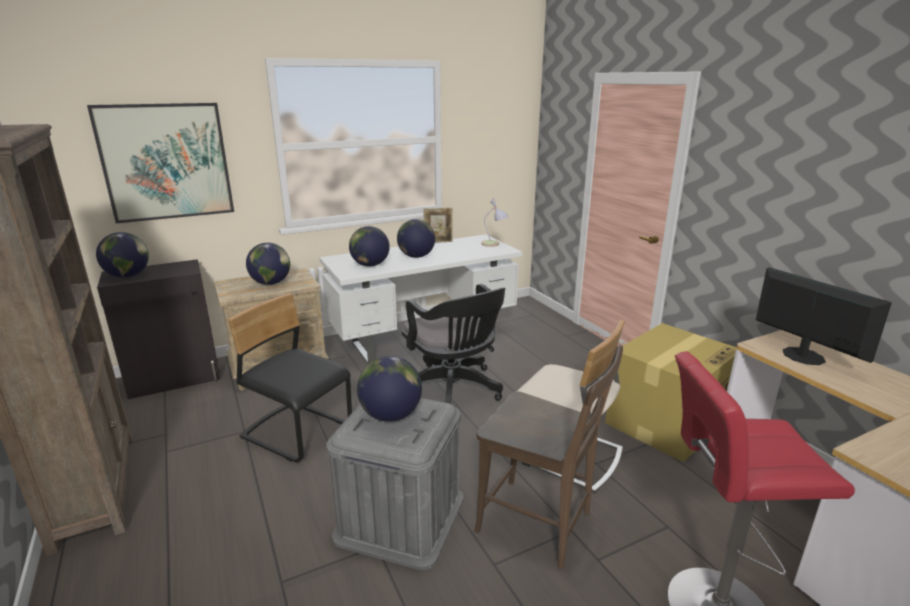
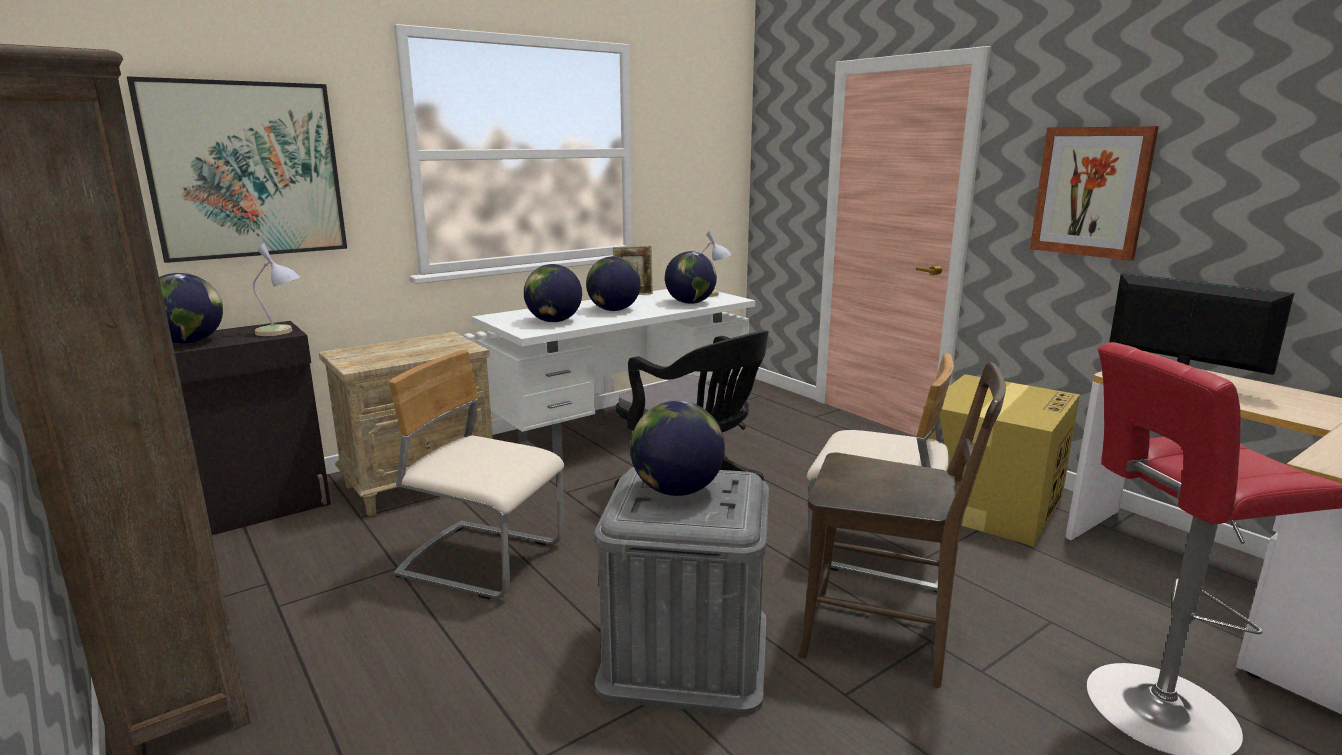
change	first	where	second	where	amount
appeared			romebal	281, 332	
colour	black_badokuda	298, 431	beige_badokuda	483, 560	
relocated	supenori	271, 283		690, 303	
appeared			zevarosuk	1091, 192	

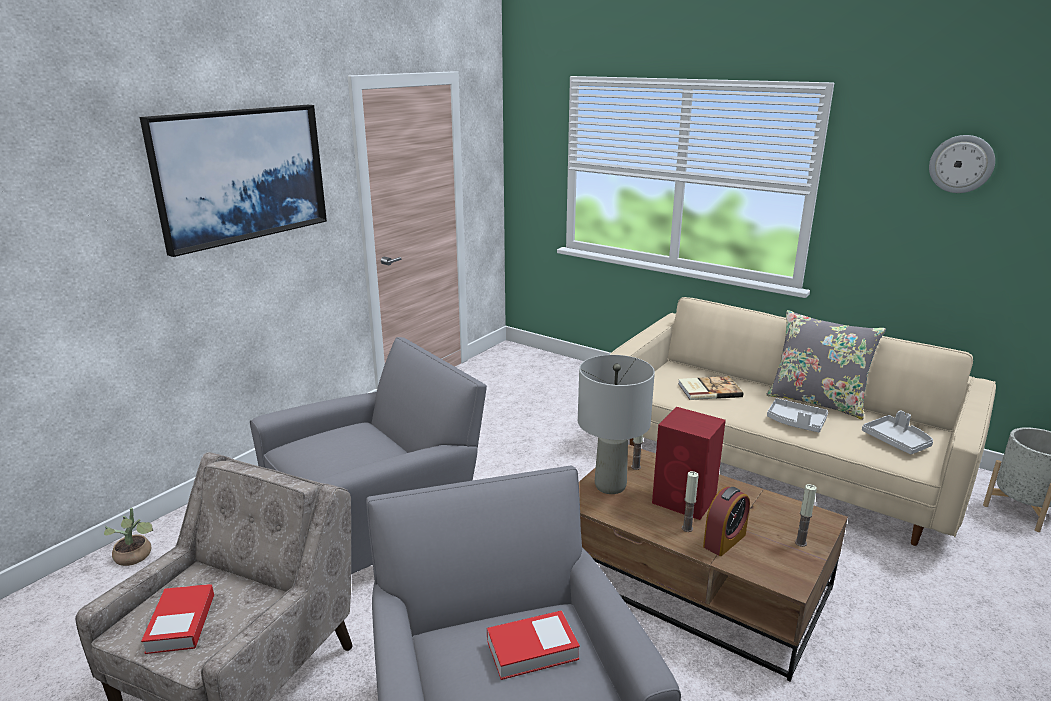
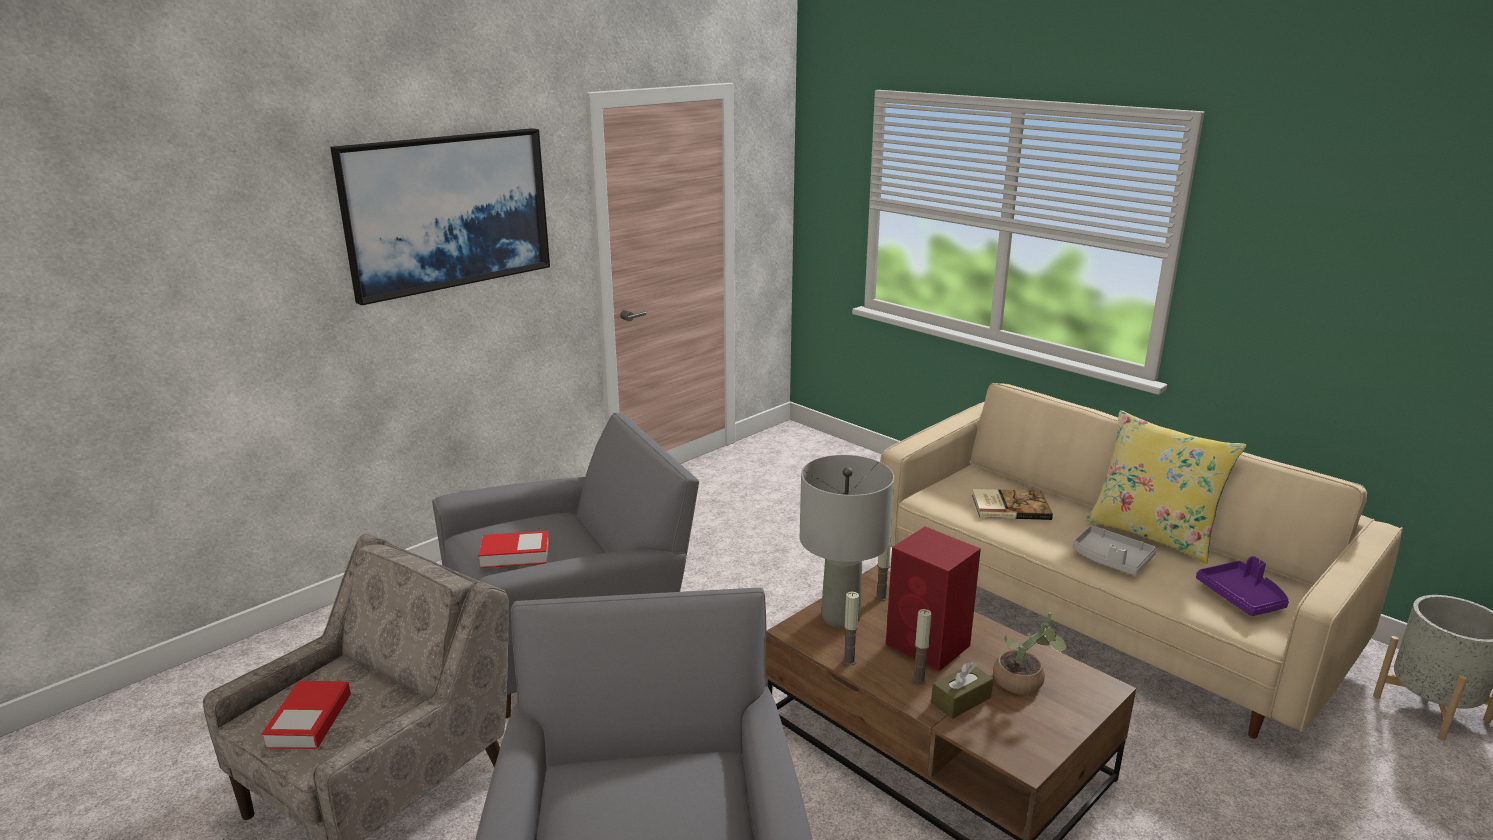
change	first	where	second	where	amount
relocated	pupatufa	532, 650		515, 555	
relocated	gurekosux	800, 543		849, 661	
exchanged	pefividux	724, 540	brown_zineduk	961, 700	
relocated	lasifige	136, 558		1024, 684	
colour	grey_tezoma	817, 401	yellow_tezoma	1152, 534	
colour	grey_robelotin	897, 441	purple_robelotin	1242, 597	
missing	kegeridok	961, 164			

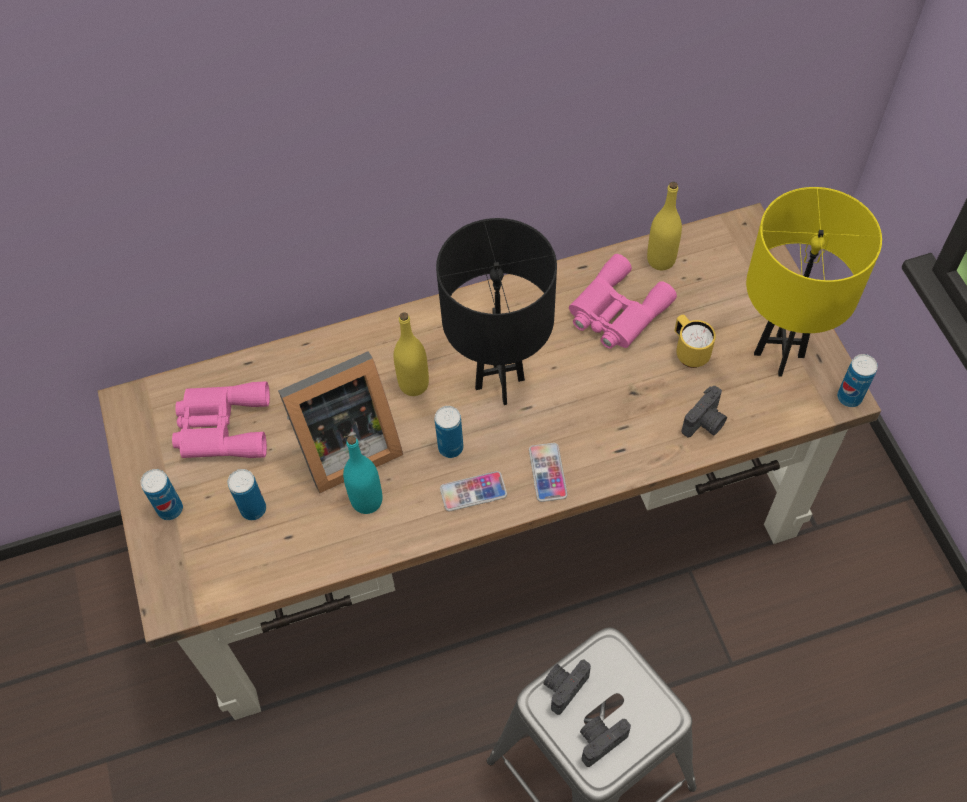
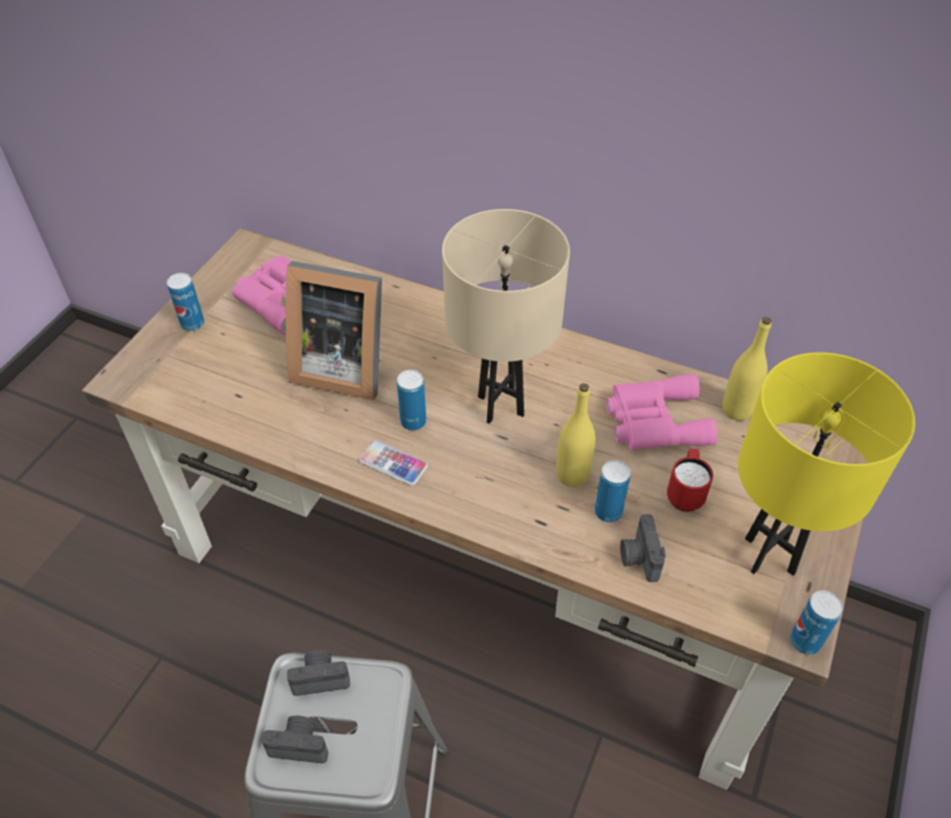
change	first	where	second	where	amount
colour	black_romebal	500, 384	beige_romebal	501, 406	
relocated	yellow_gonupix	414, 384		572, 475	
relocated	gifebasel	253, 509		608, 512	
spun	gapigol	705, 423		638, 558	90 degrees clockwise
colour	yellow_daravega	689, 352	red_daravega	685, 493	
missing	turquoise_gonupix	367, 501			
missing	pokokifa	547, 472			

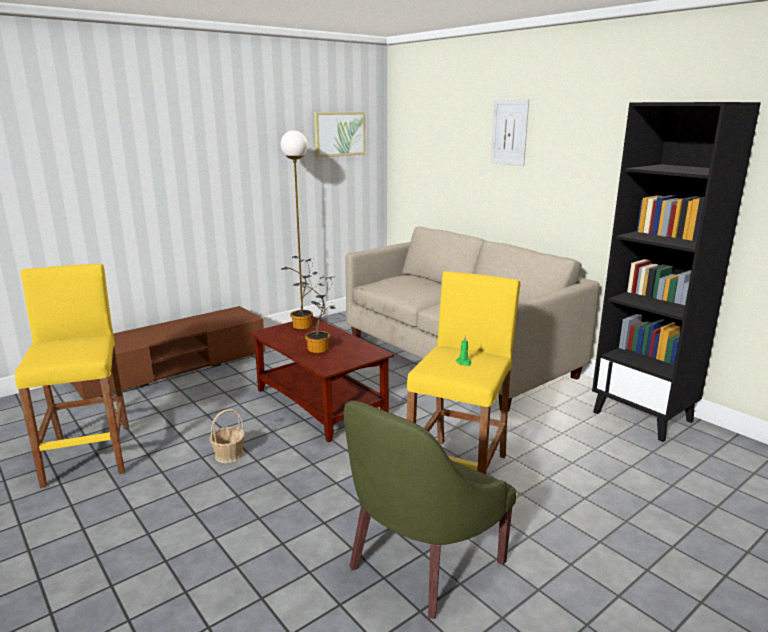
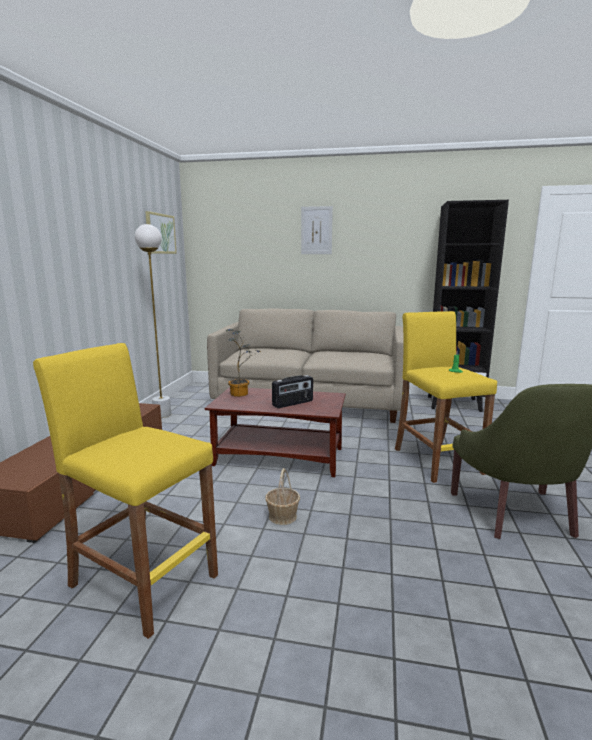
change	first	where	second	where	amount
exchanged	lasifige	319, 350	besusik	293, 403	

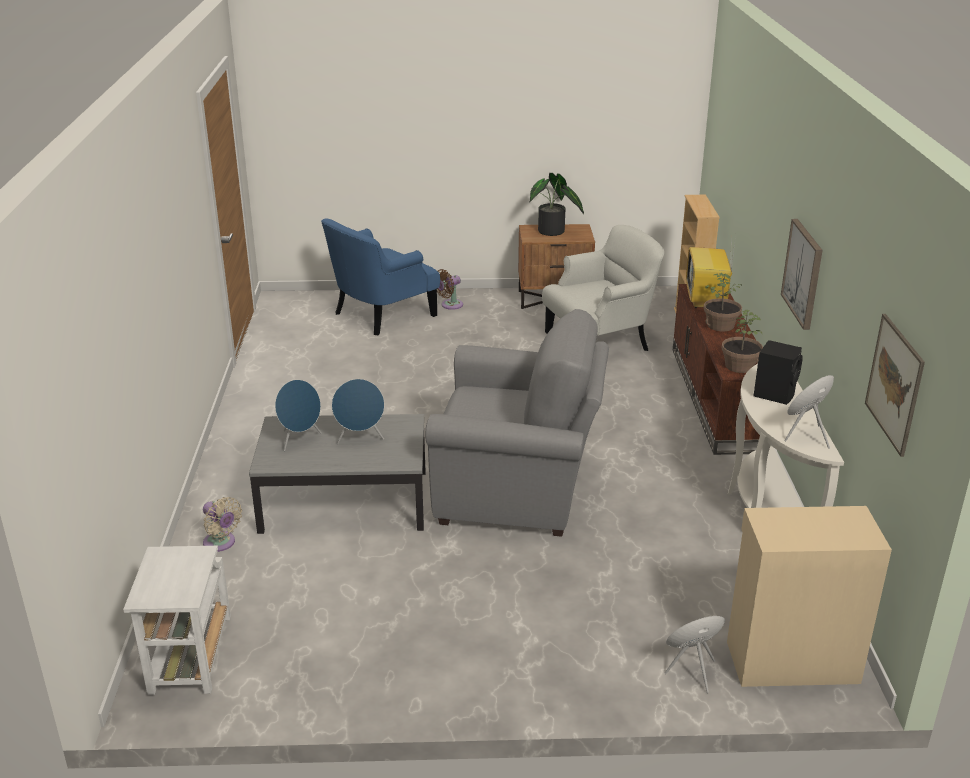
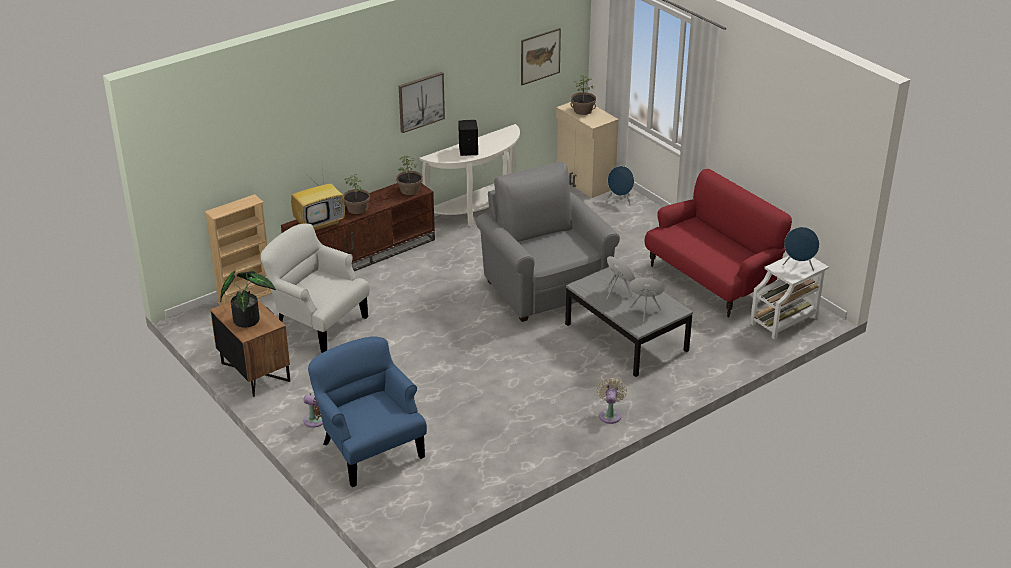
change	first	where	second	where	amount
spun	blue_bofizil	381, 314		369, 449	135 degrees counterclockwise
appeared			lasifige	582, 110	
relocated	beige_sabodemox	221, 543		610, 415	
appeared			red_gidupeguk	711, 280	
relocated	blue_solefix	806, 436		799, 266	

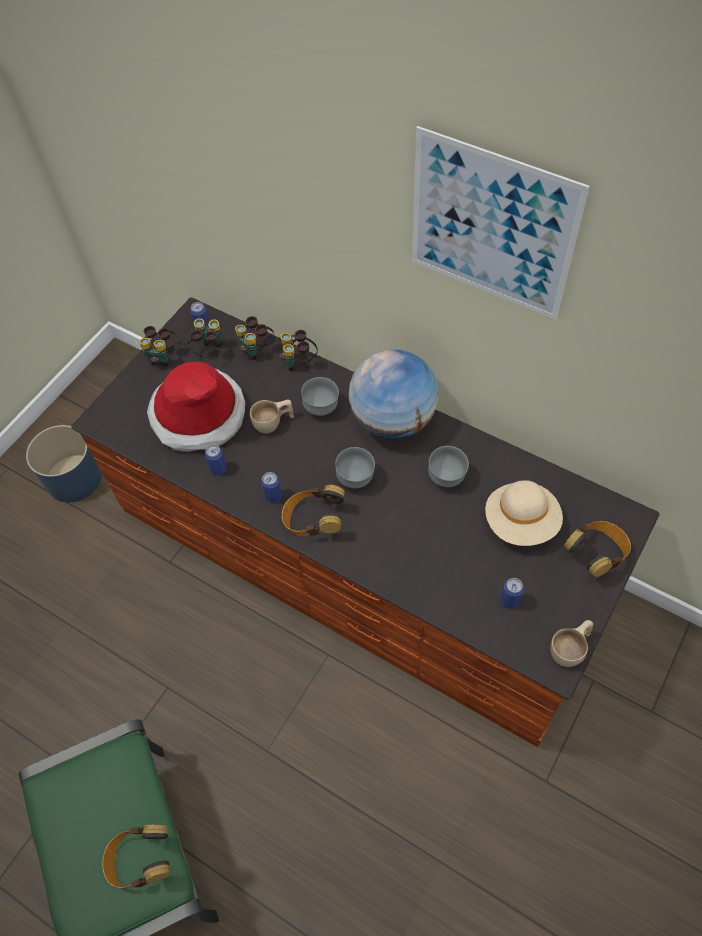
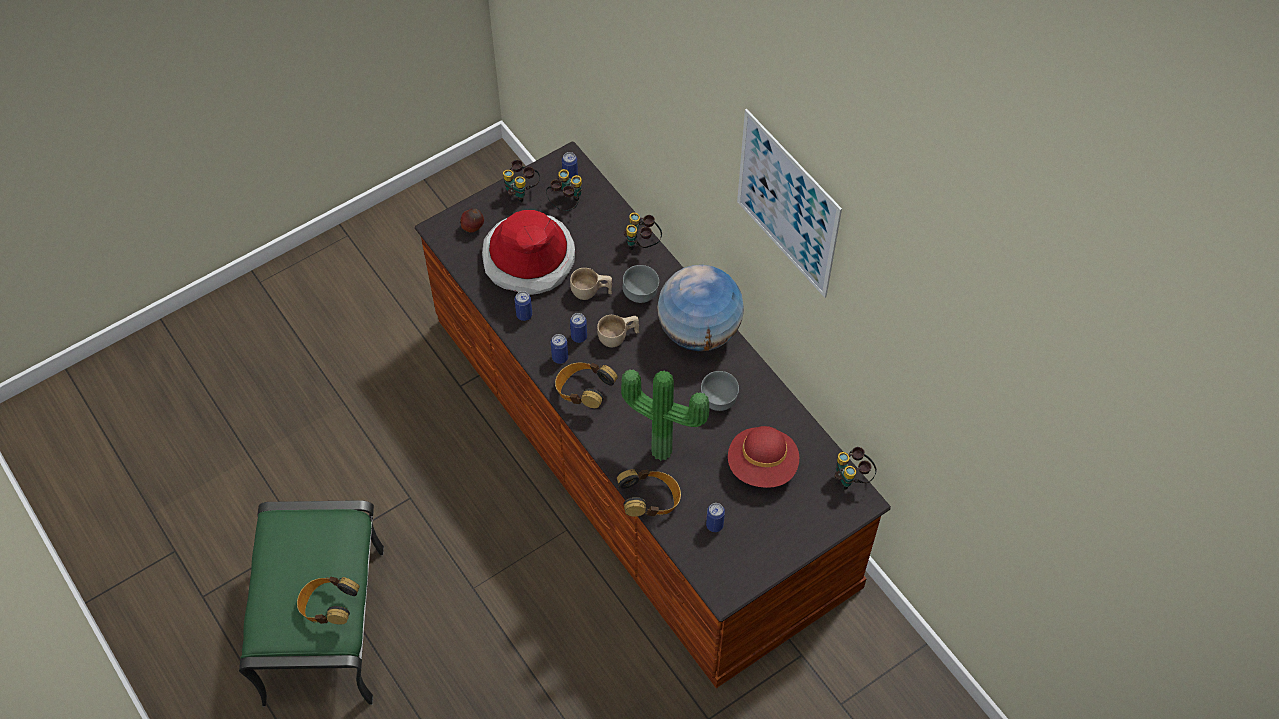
change	first	where	second	where	amount
appeared			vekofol	473, 228	
appeared			gifebasel	579, 337	
relocated	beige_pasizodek	571, 649		618, 337	
relocated	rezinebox	596, 554		650, 501	
appeared			lasifige	663, 448	
colour	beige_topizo	521, 522	red_topizo	762, 465	
relocated	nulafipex	257, 349		852, 478	
missing	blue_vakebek	73, 479			
missing	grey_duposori	355, 479			

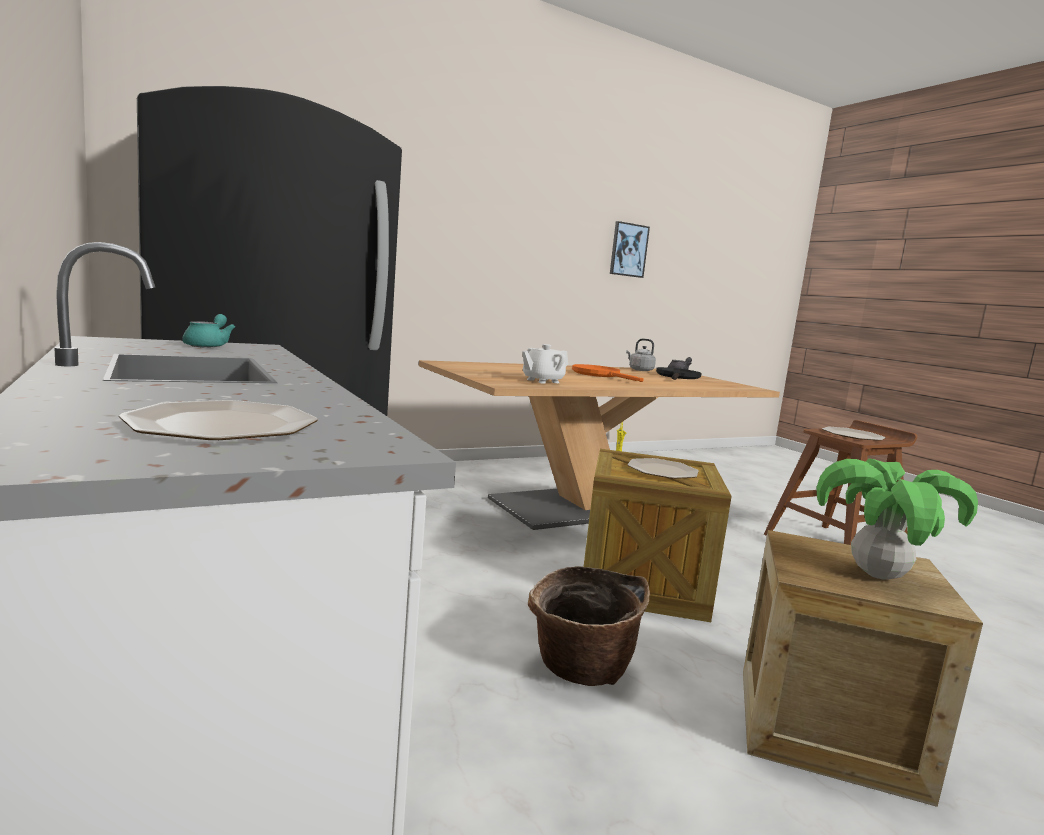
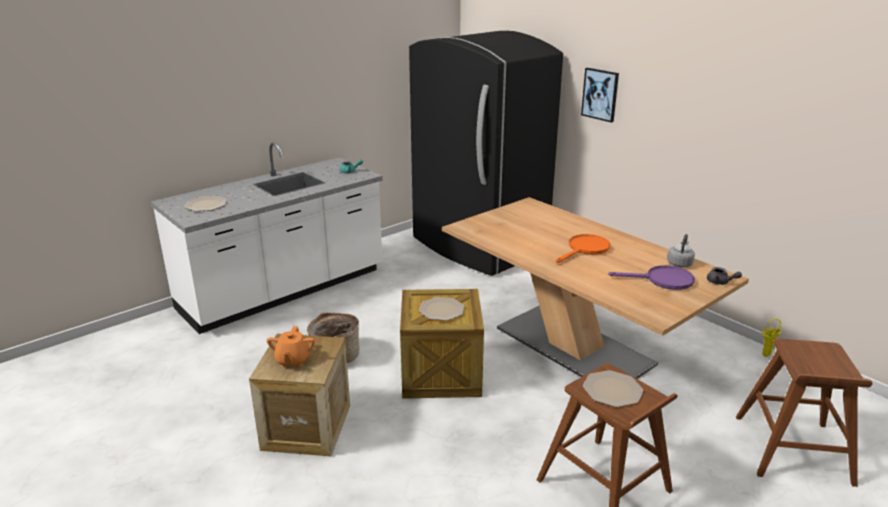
change	first	where	second	where	amount
exchanged	lasifige	878, 575	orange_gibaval	292, 360	
relocated	zevarosuk	628, 250		600, 94	
colour	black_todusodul	677, 377	purple_todusodul	662, 280	
appeared			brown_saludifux	792, 450	
missing	white_gibaval	542, 381			

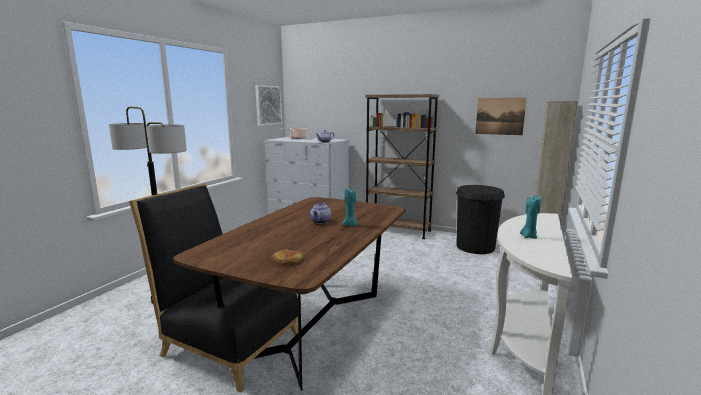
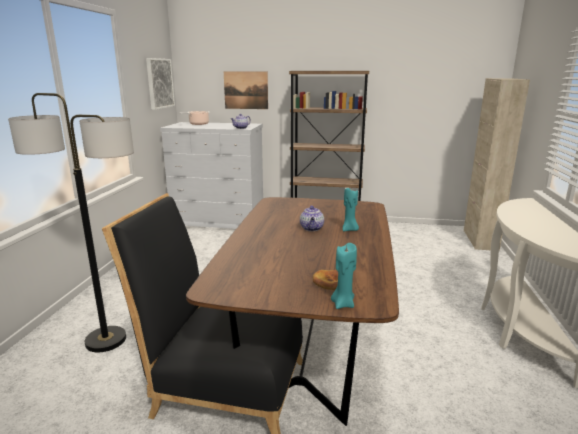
change	first	where	second	where	amount
relocated	zevarosuk	500, 116		246, 90	
relocated	turquoise_gurekosux	528, 236		343, 304	
missing	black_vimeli	475, 247			

